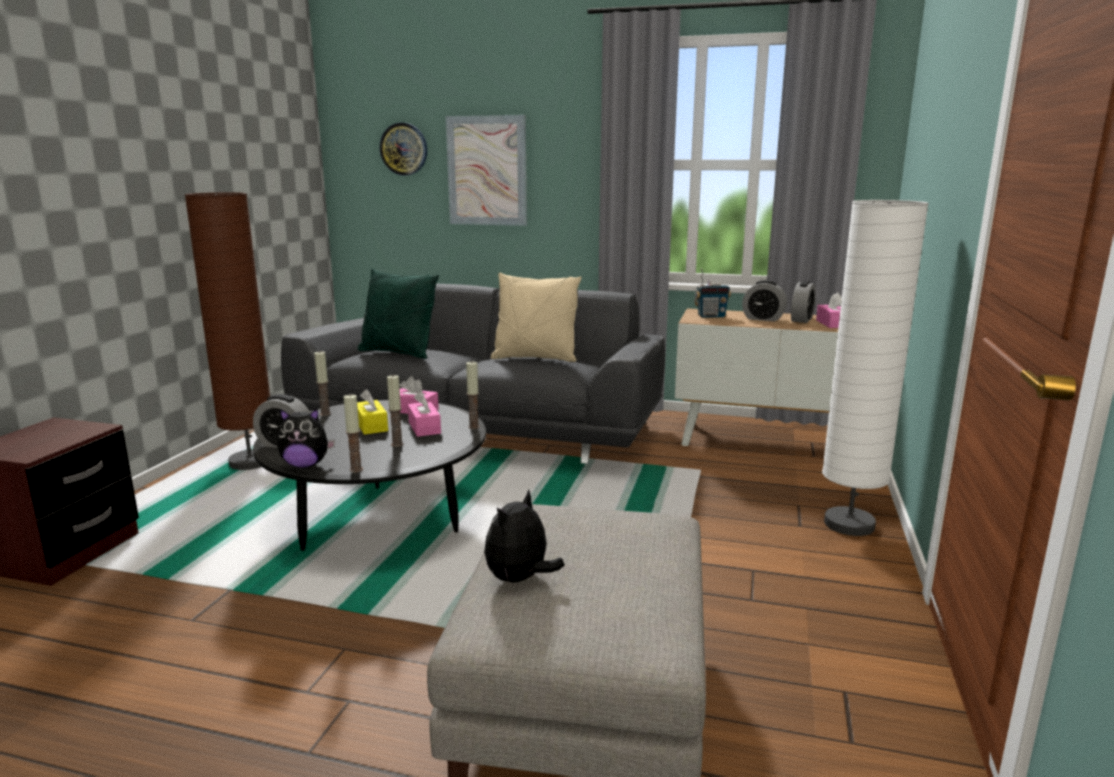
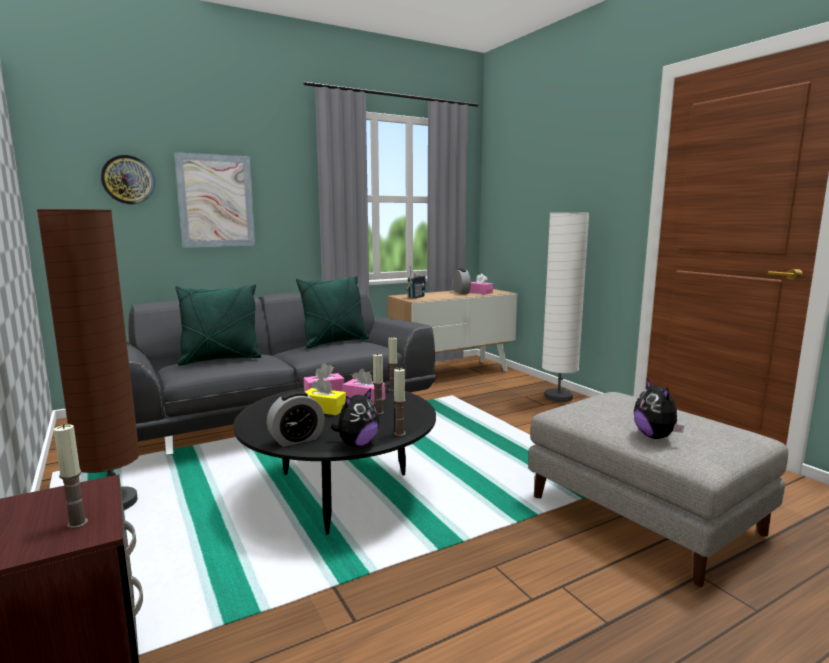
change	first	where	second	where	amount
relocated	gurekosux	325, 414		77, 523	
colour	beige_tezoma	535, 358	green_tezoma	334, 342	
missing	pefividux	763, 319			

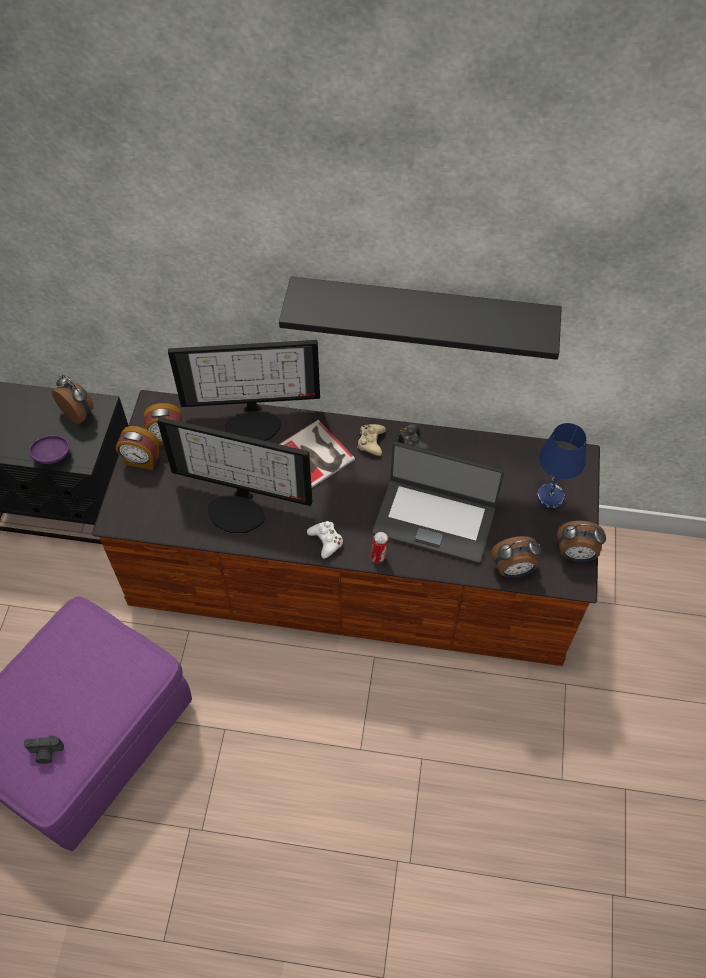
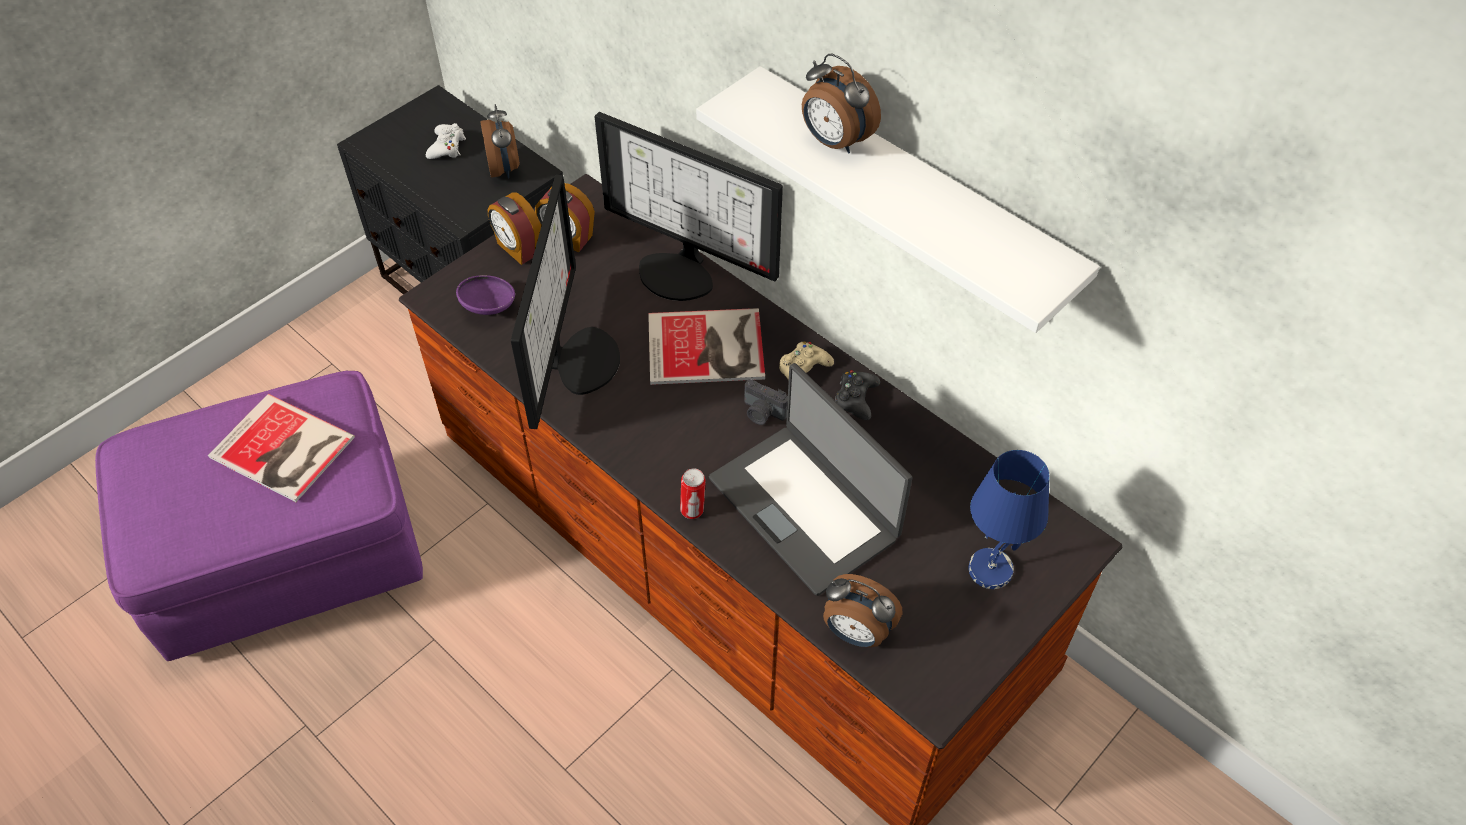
change	first	where	second	where	amount
appeared			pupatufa	283, 450	
relocated	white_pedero	326, 541		447, 147	
relocated	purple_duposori	53, 456		489, 307	
spun	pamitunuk	239, 508		578, 359	135 degrees counterclockwise
colour	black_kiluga	422, 314	white_kiluga	912, 199	
relocated	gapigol	46, 753		762, 413	
relocated	pefividux	575, 554		834, 142	

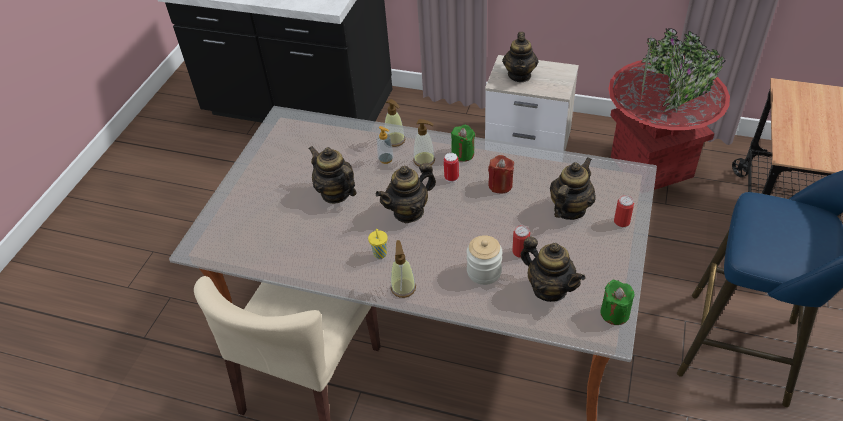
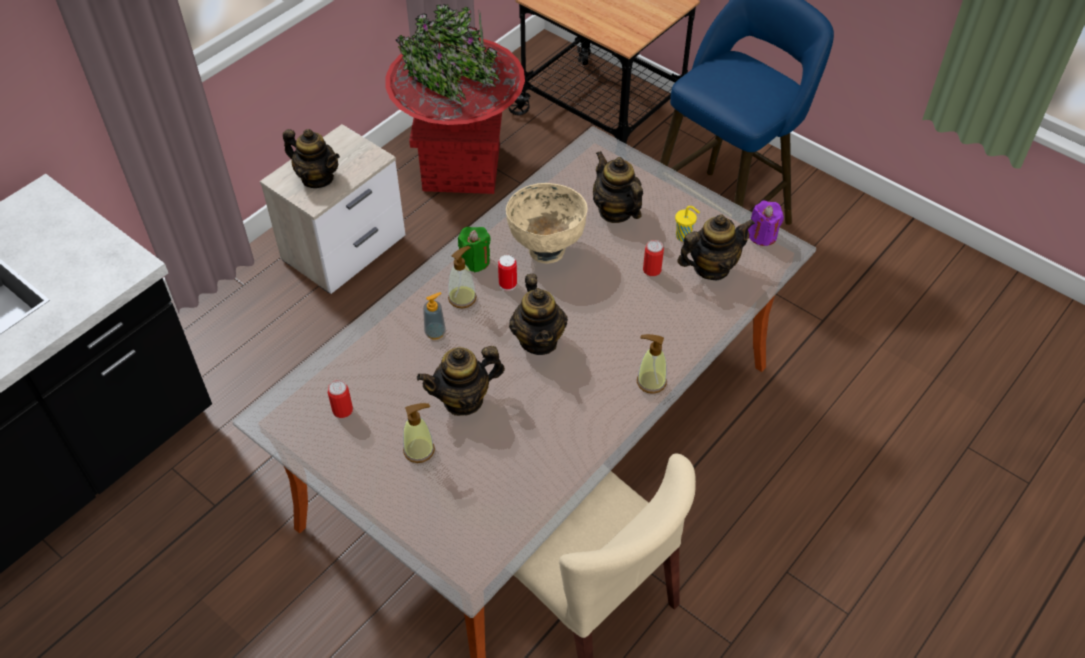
change	first	where	second	where	amount
relocated	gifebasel	621, 221		342, 410	
relocated	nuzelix	395, 140		419, 450	
exchanged	red_gurekosux	500, 185	beige_duposori	546, 248	
relocated	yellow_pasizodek	380, 254		684, 236	
colour	green_gurekosux	614, 313	purple_gurekosux	762, 235	
missing	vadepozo	484, 272			

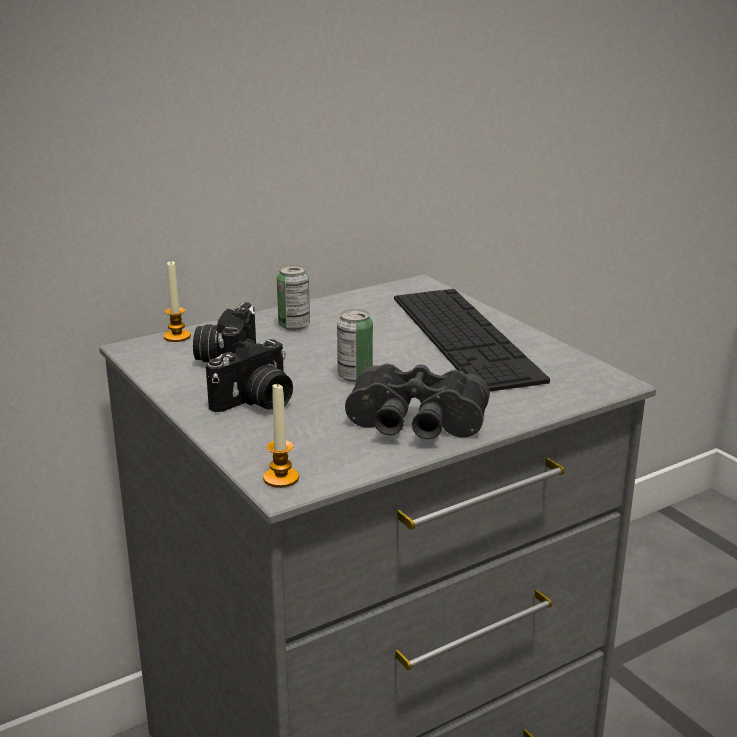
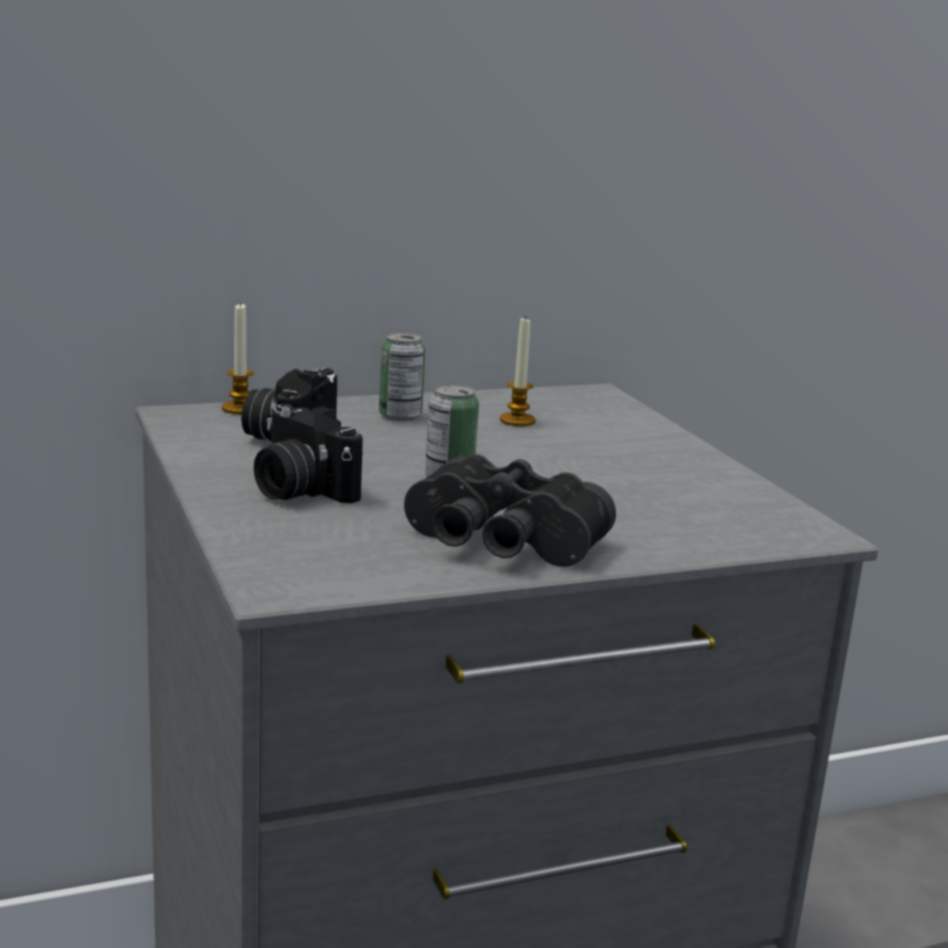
change	first	where	second	where	amount
spun	gapigol	256, 402		298, 490	75 degrees clockwise
relocated	gurekosux	281, 478		517, 420	
missing	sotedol	464, 337			

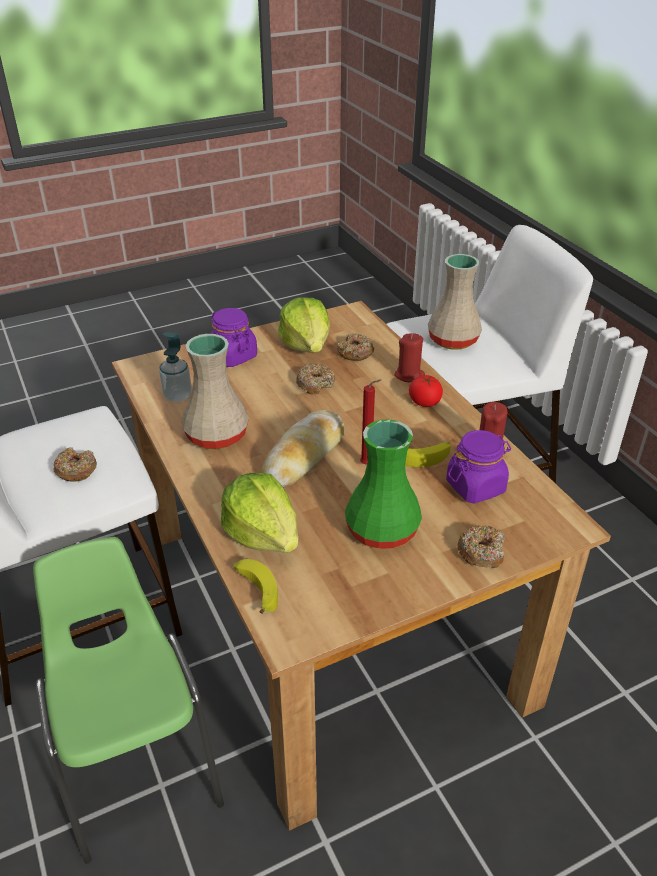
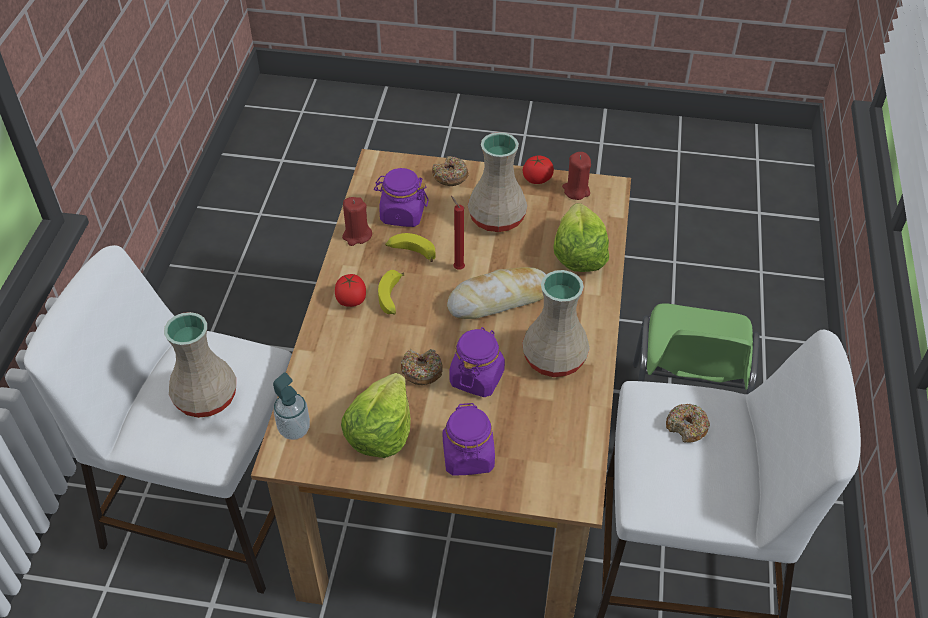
change	first	where	second	where	amount
relocated	nuzelix	177, 396		294, 429	
relocated	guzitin	255, 589		392, 298	
appeared			purple_vadepozo	477, 377	
colour	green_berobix	384, 529	beige_berobix	495, 217	
appeared			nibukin	537, 179	
relocated	red_gurekosux	409, 375		576, 191	
missing	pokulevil	355, 353			

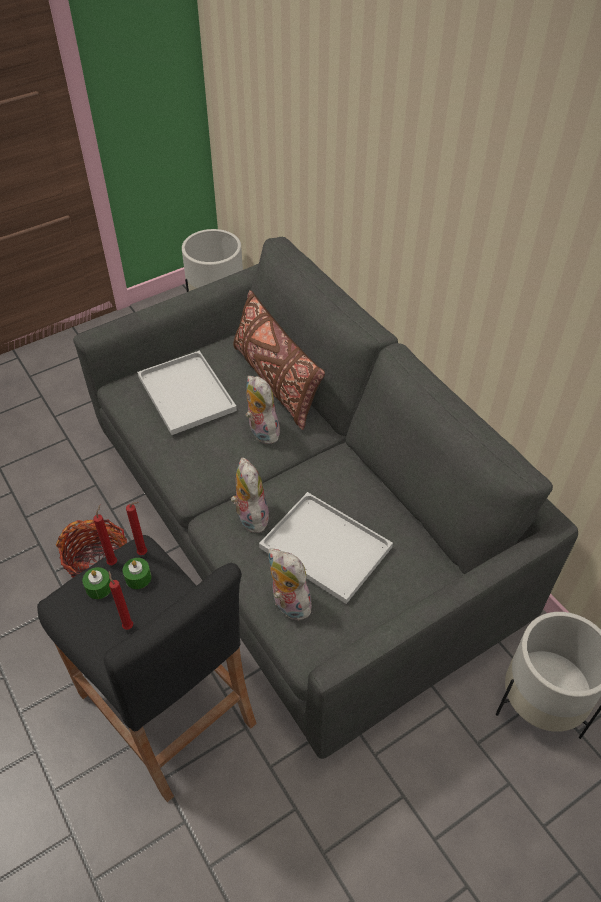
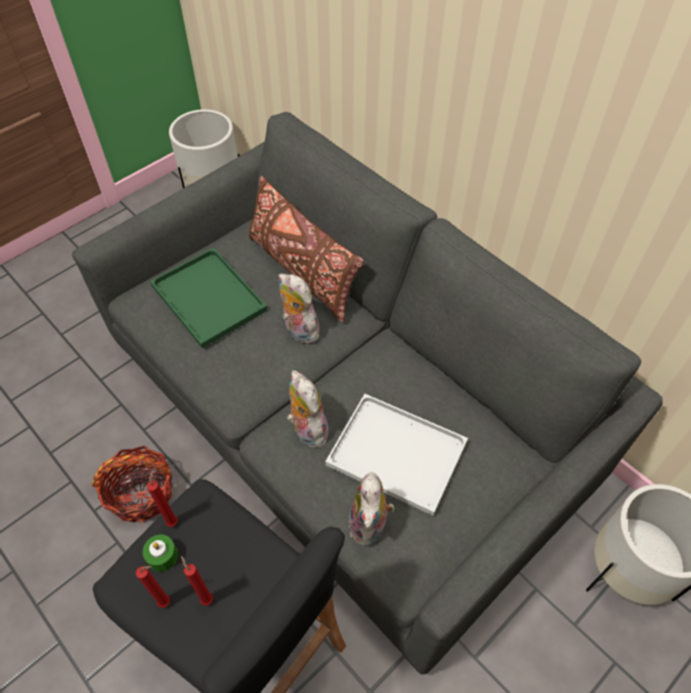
change	first	where	second	where	amount
relocated	red_gurekosux	144, 553		166, 602	
colour	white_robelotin	188, 394	green_robelotin	211, 298	
spun	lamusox	288, 604		370, 526	120 degrees counterclockwise
missing	green_gurekosux	138, 578			

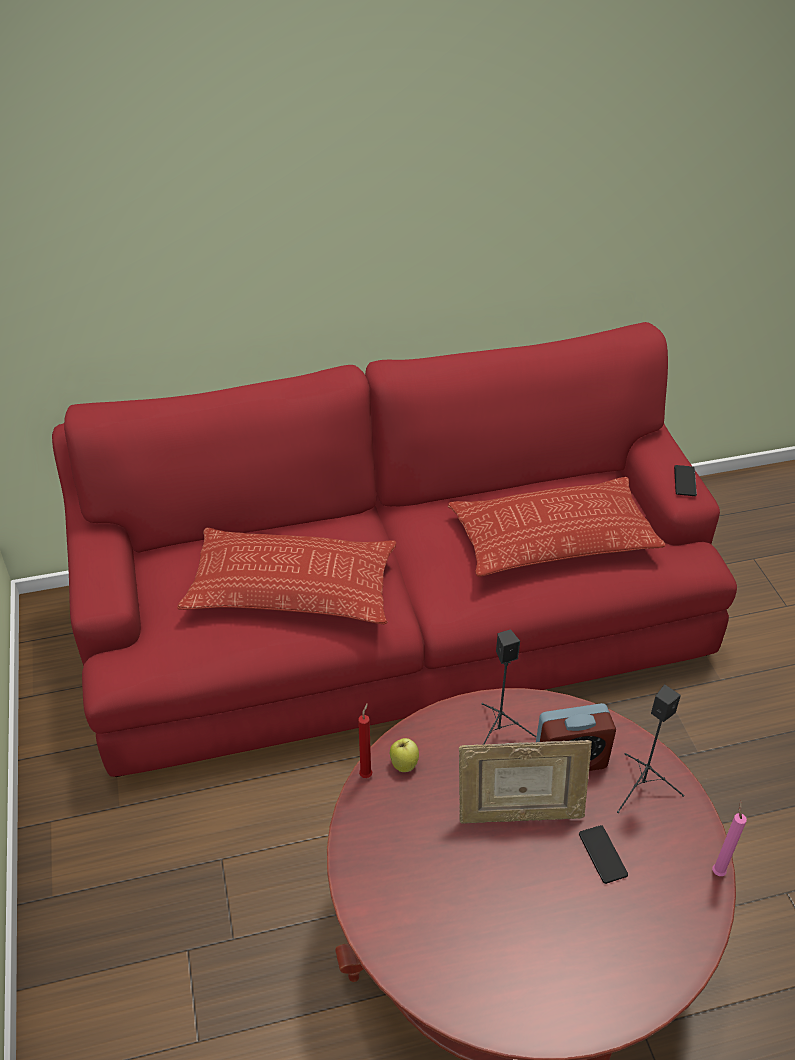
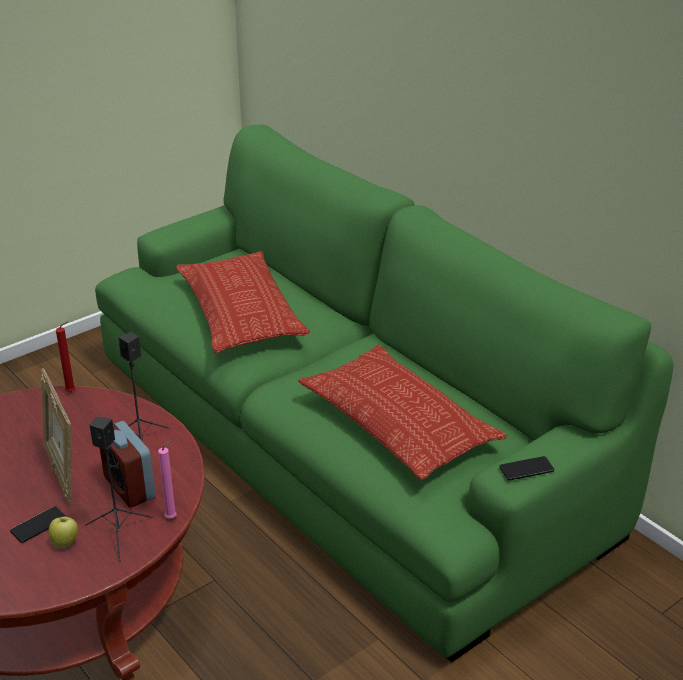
change	first	where	second	where	amount
relocated	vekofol	404, 764		65, 543	
colour	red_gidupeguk	397, 624	green_gidupeguk	343, 443	
relocated	pink_gurekosux	718, 870		173, 517	

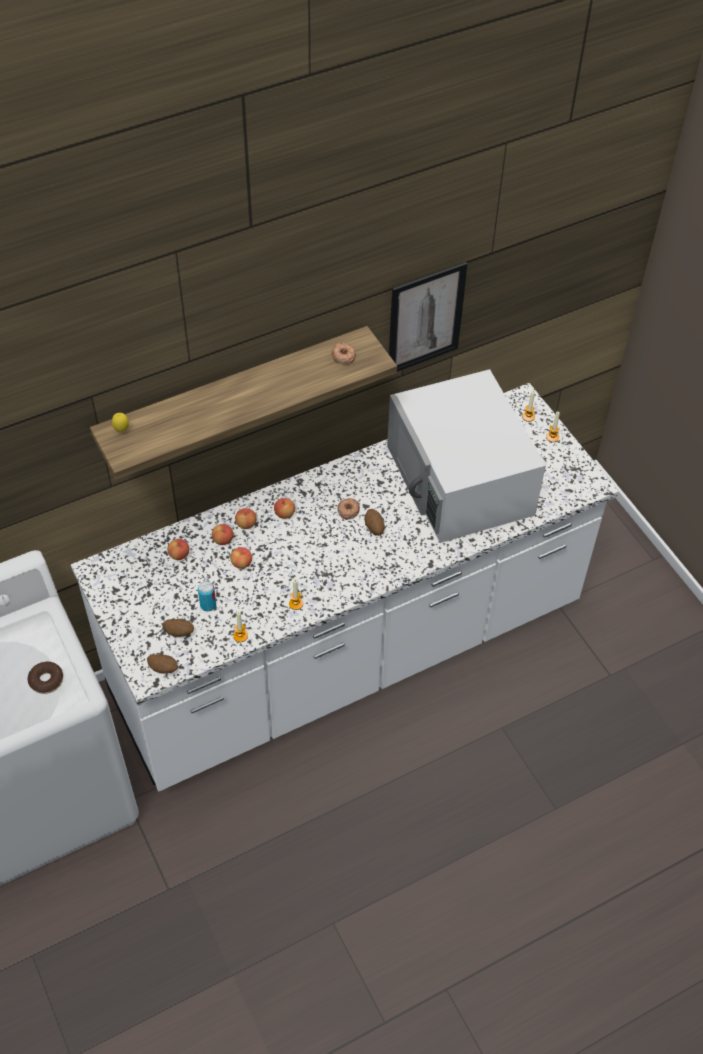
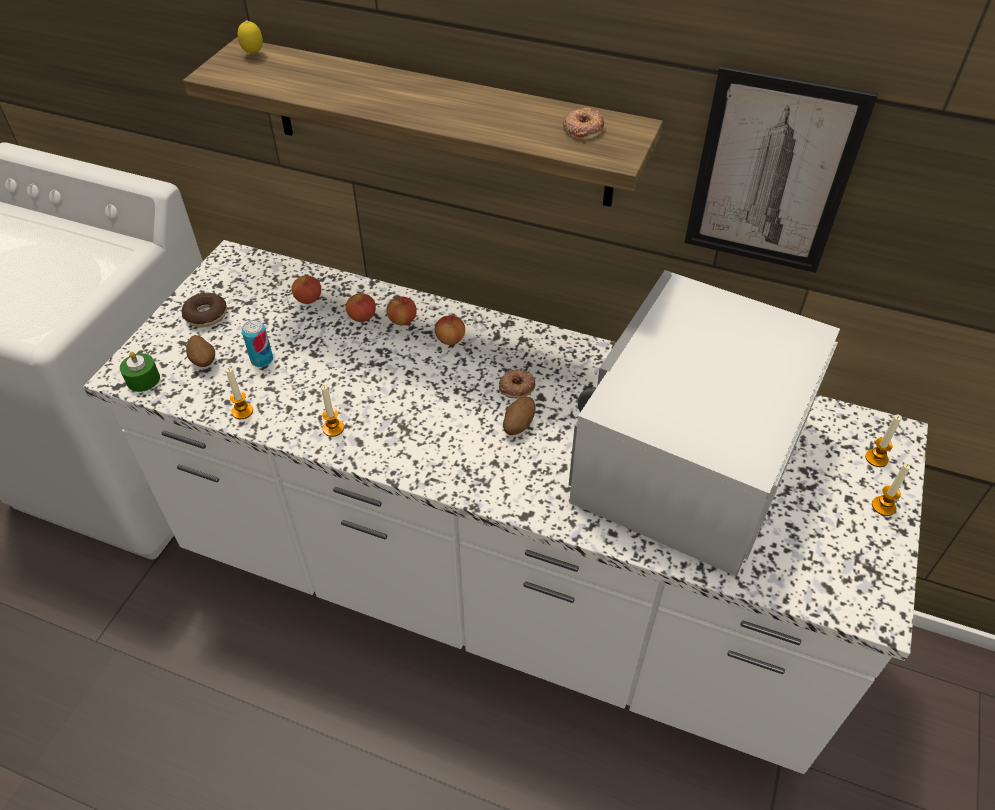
change	first	where	second	where	amount
exchanged	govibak	163, 668	green_gurekosux	143, 379	
relocated	pokulevil	46, 680		206, 315	
missing	vekofol	241, 563			

